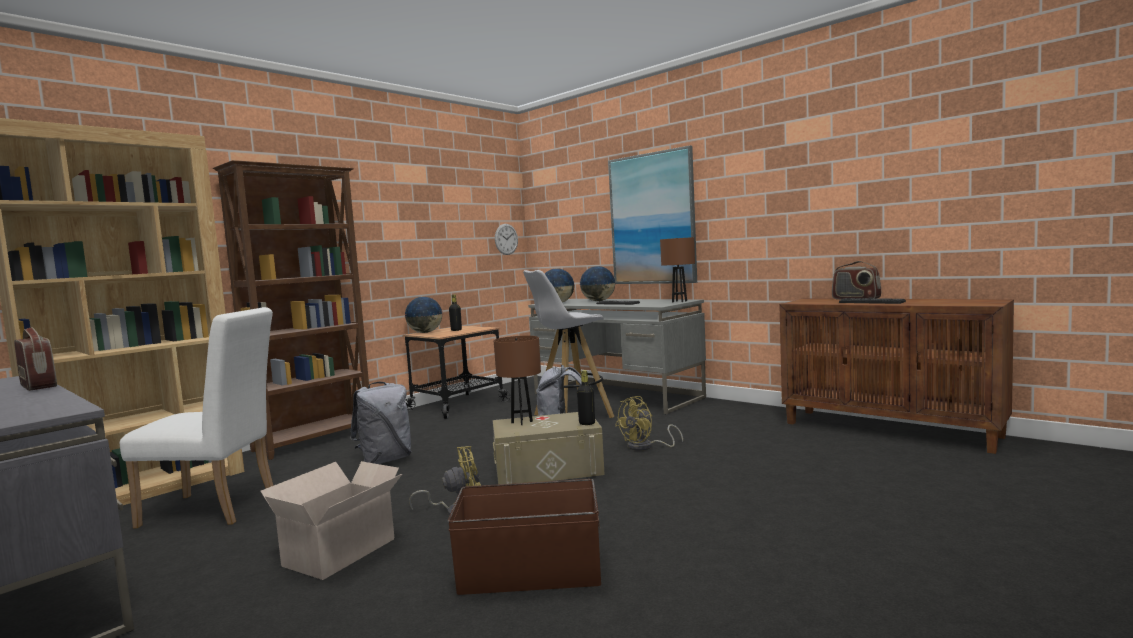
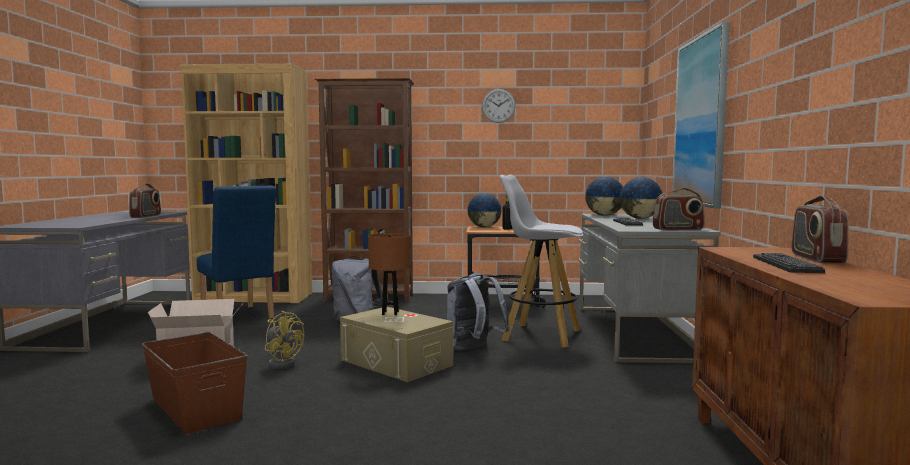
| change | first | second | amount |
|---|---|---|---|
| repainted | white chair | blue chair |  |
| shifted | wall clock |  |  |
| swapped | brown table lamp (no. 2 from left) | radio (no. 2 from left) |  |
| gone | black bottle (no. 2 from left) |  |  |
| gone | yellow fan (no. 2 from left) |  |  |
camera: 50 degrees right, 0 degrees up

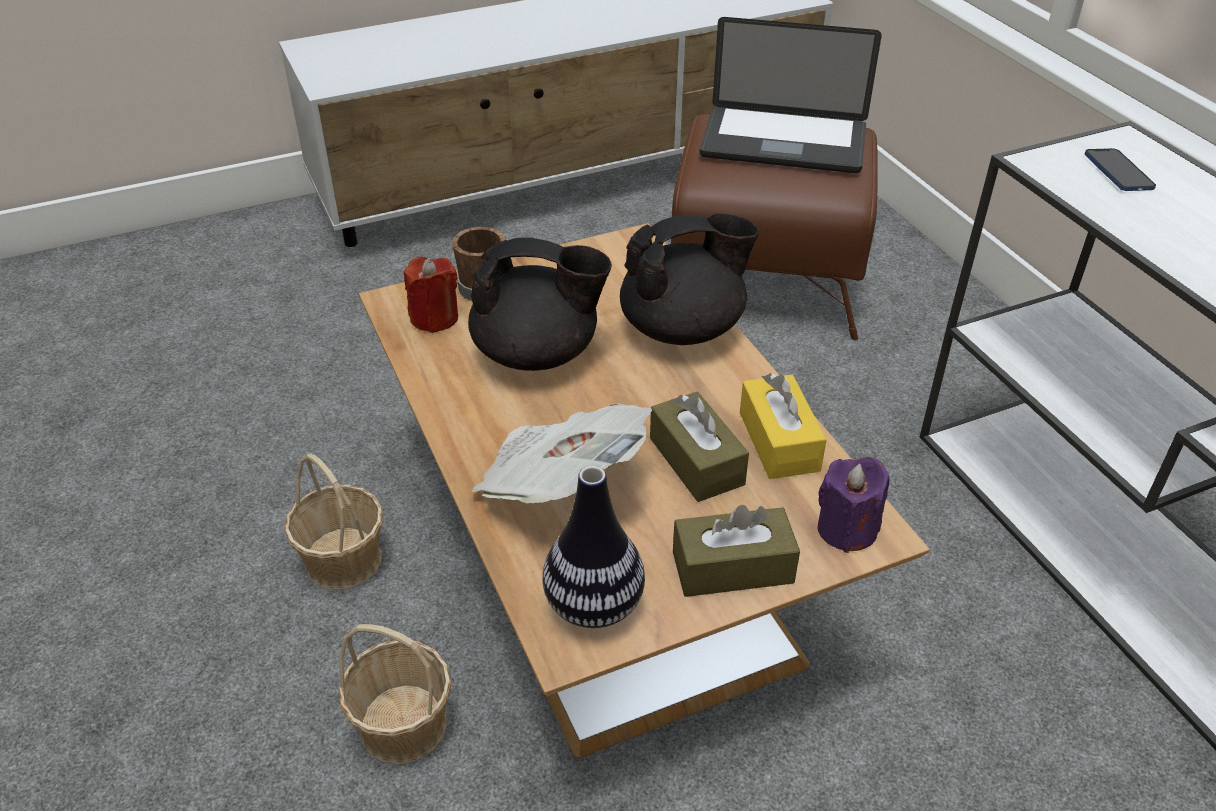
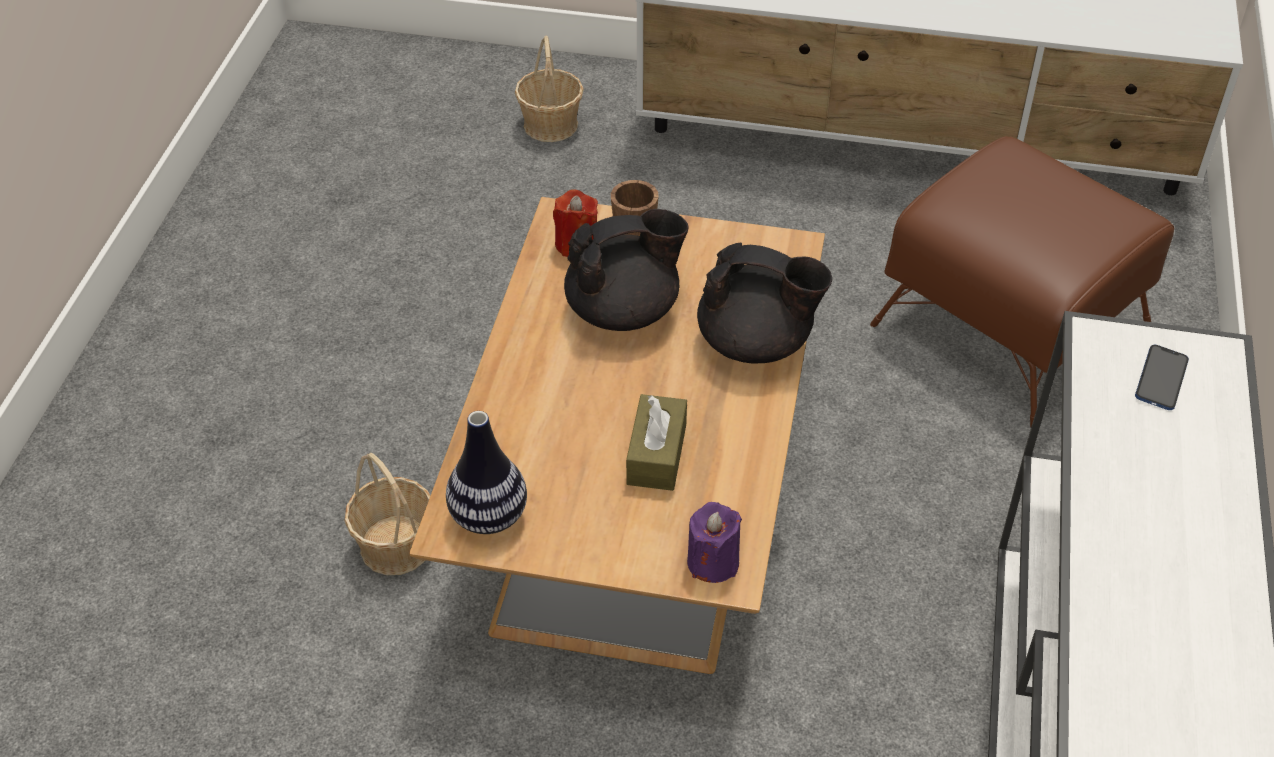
| change | first | second | amount |
|---|---|---|---|
| shifted | basket (no. 1 from left in the first image) | basket (no. 2 from left) |  |
| rotated | black teapot (no. 1 from left) |  | 60 degrees counterclockwise |
| gone | newspaper |  |  |
| gone | brown tissue box (no. 2 from left) |  |  |
| gone | laptop |  |  |
| gone | yellow tissue box |  |  |
camera: 35 degrees right, 5 degrees up

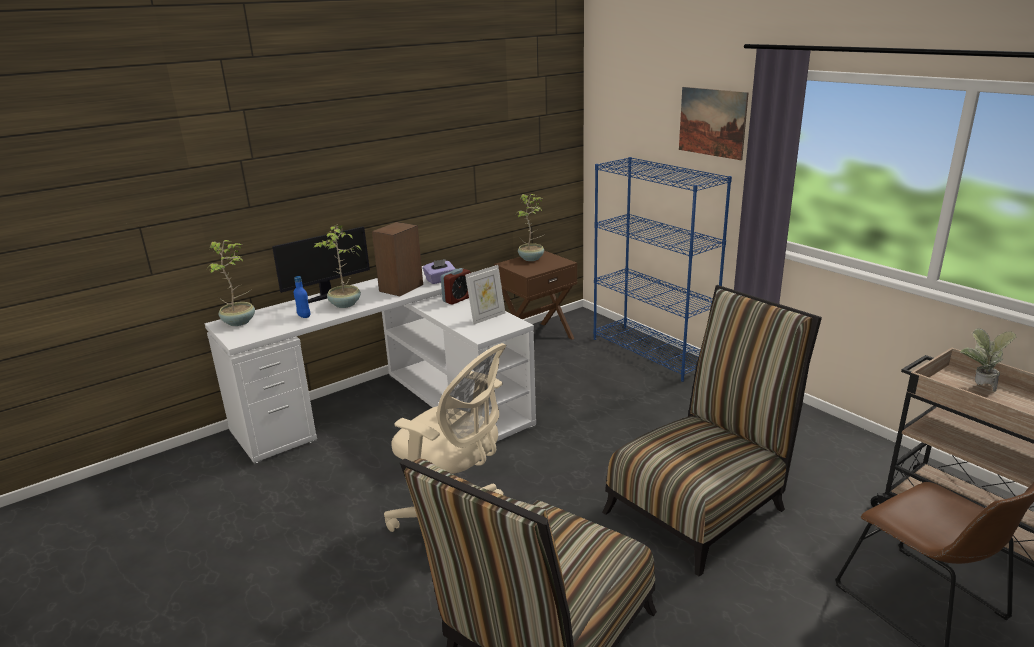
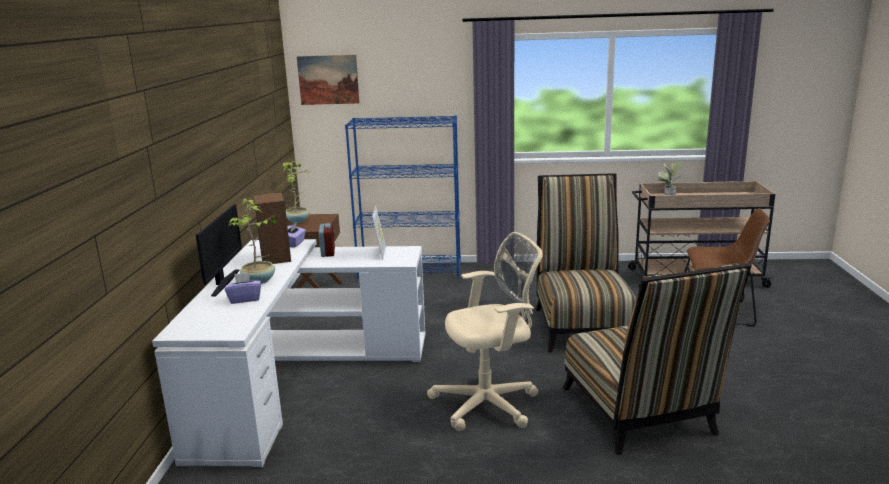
| change | first | second | amount |
|---|---|---|---|
| swapped | blue bottle | purple tissue box (no. 1 from left) |  |
| shifted | picture |  |  |
| gone | potted plant (no. 1 from left) |  |  |
camera: 50 degrees left, 5 degrees down

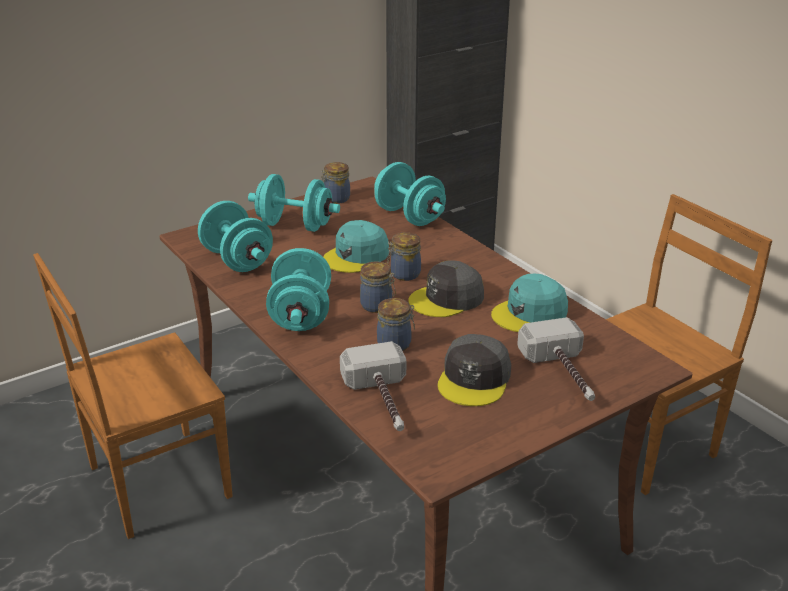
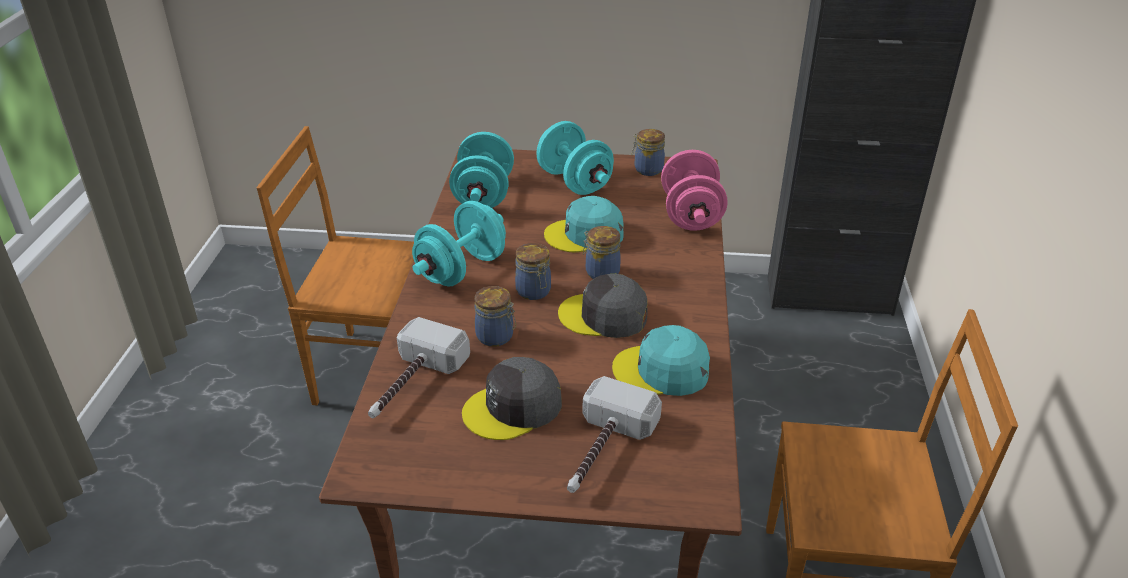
| change | first | second | amount |
|---|---|---|---|
| repainted | turquoise dumbbell (no. 4 from left) | pink dumbbell |  |
camera: 40 degrees right, 5 degrees up

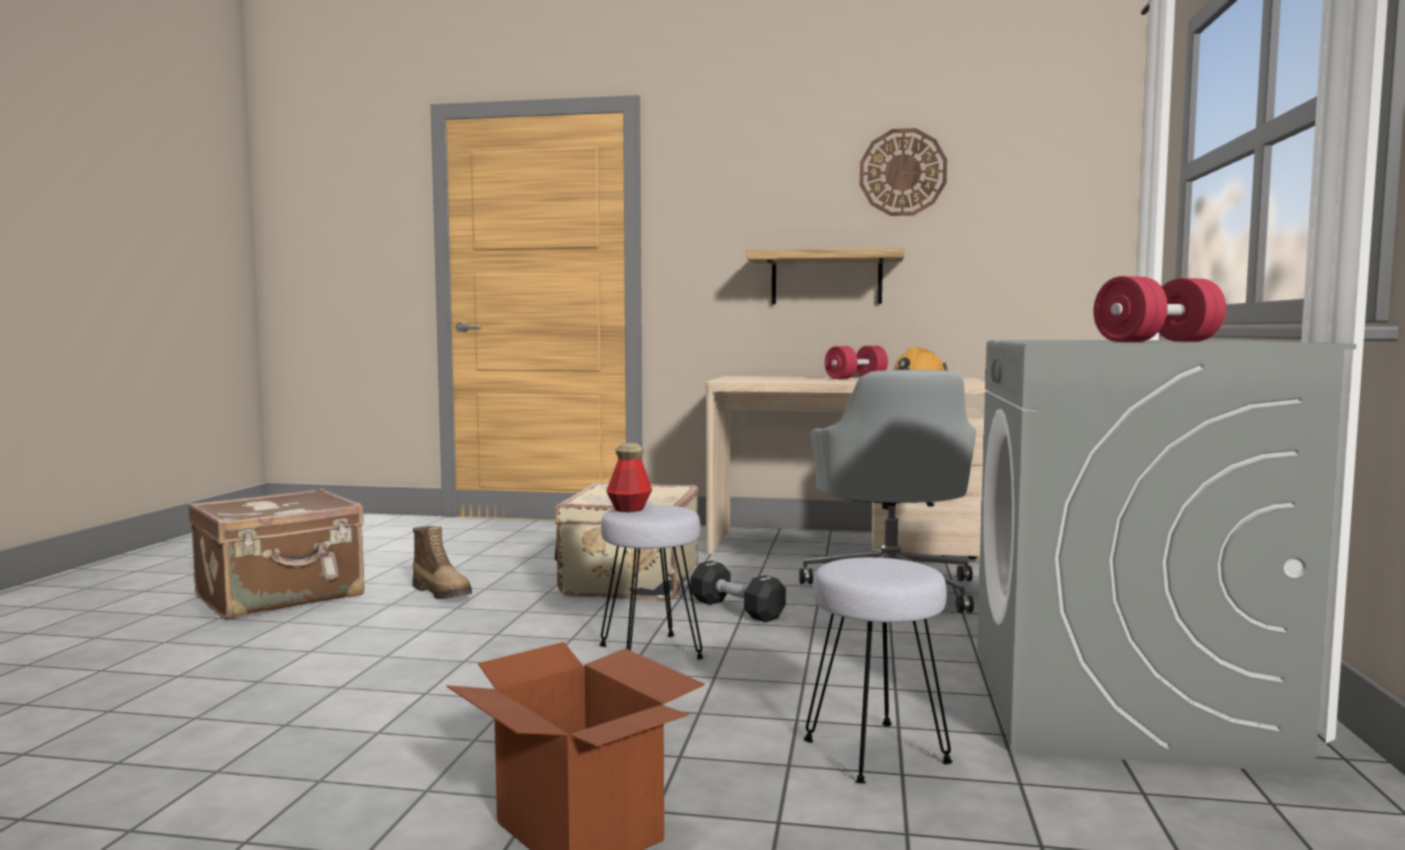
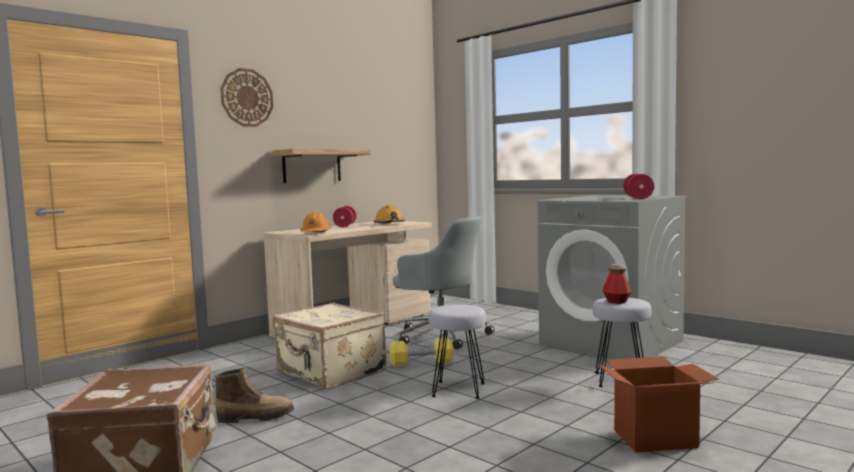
| change | first | second | amount |
|---|---|---|---|
| shifted | wall clock |  |  |
| new |  | orange hard hat (no. 1 from left) |  |
| repainted | black dumbbell | yellow dumbbell |  |
| shifted | bottle |  |  |
camera: 55 degrees left, 0 degrees up

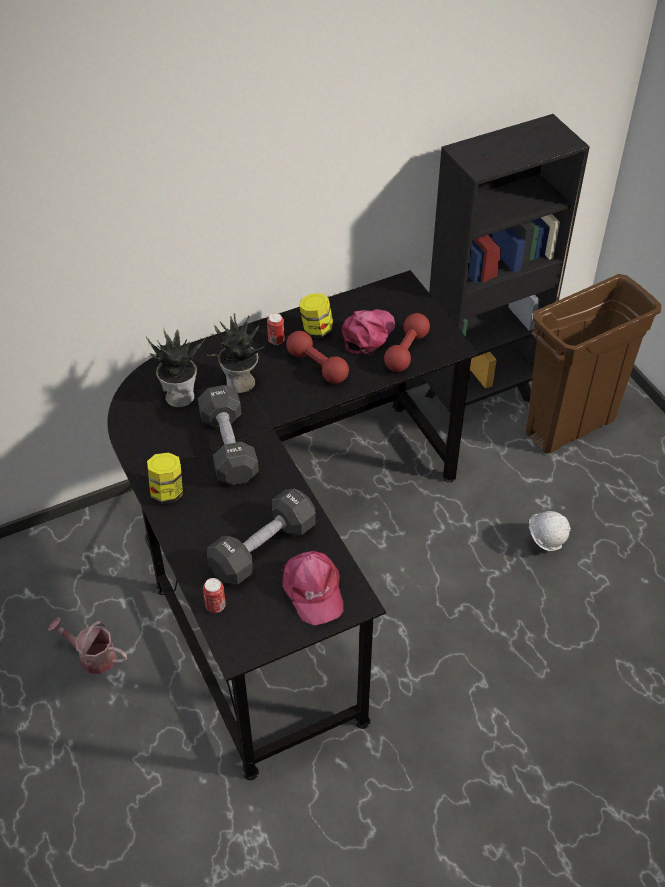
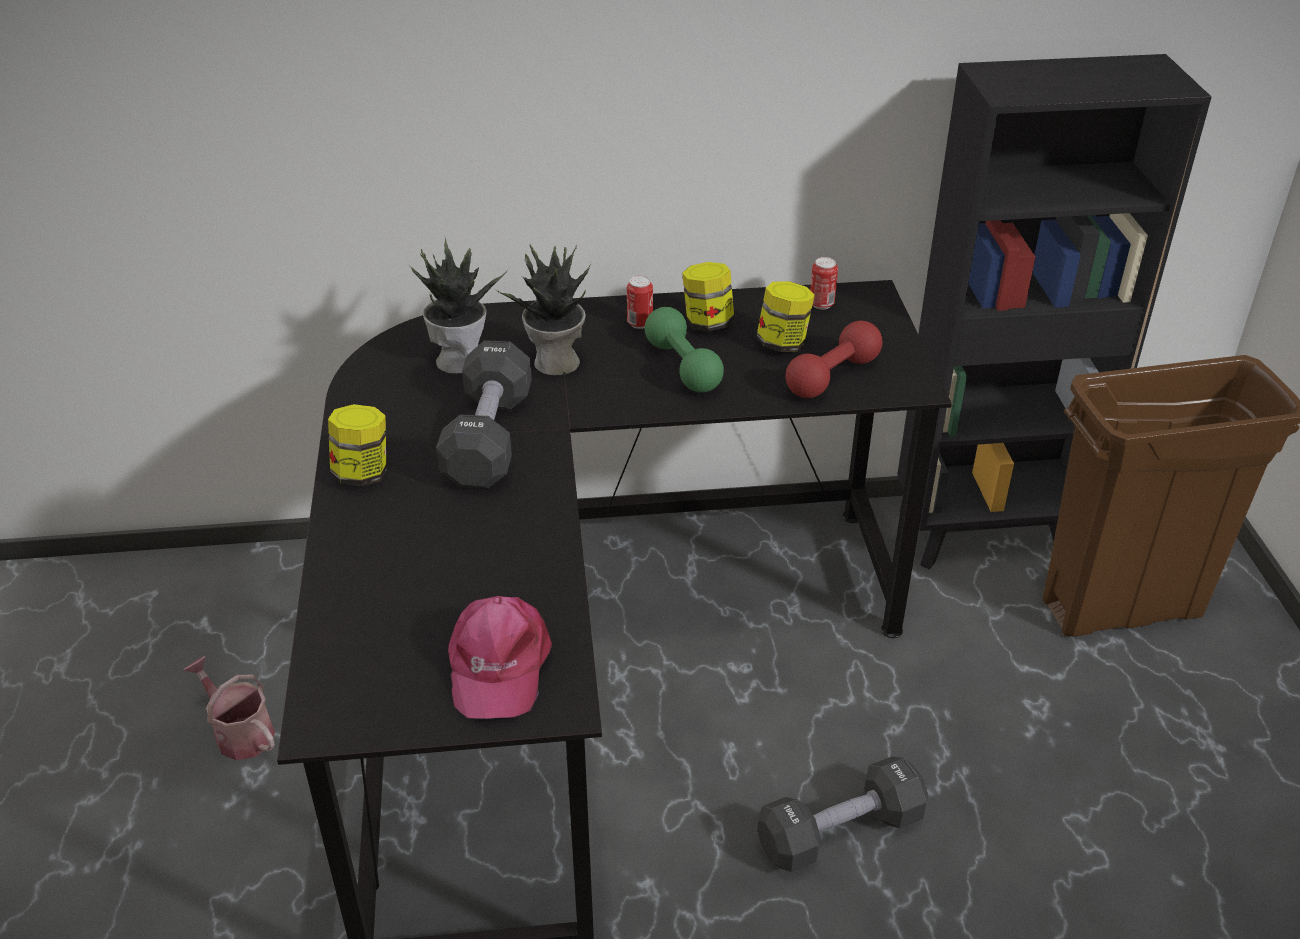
| change | first | second | amount |
|---|---|---|---|
| repainted | red dumbbell (no. 1 from left) | green dumbbell |  |
| swapped | pink cap (no. 2 from left) | jar (no. 3 from left) |  |
| shifted | black dumbbell (no. 2 from left) |  |  |
| shifted | can (no. 1 from left in the first image) | can (no. 2 from left) |  |
| gone | white hard hat |  |  |
camera: 20 degrees right, 10 degrees down

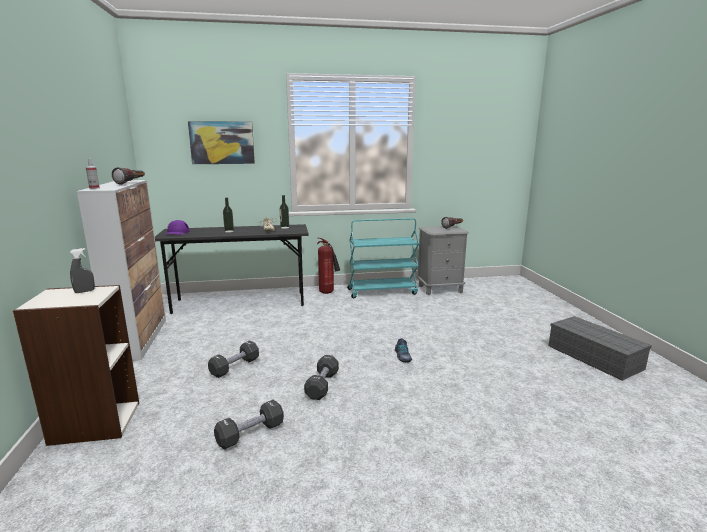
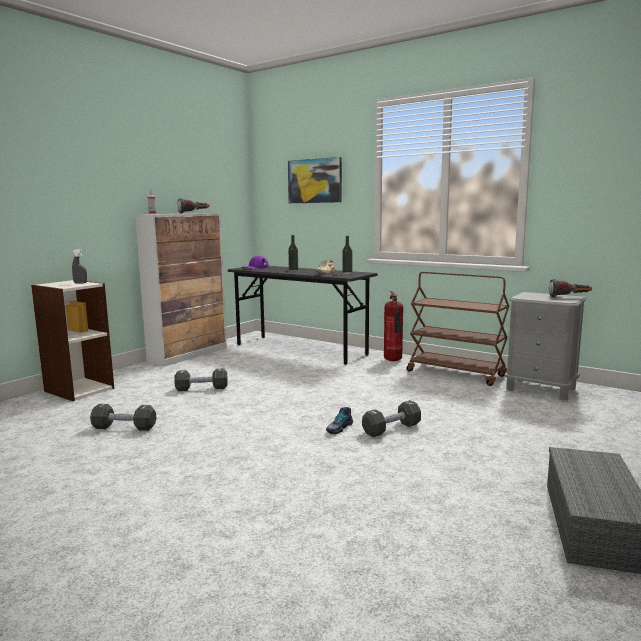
| change | first | second | amount |
|---|---|---|---|
| shifted | black dumbbell (no. 3 from left) |  |  |
| repainted | turquoise cart | brown cart |  |
camera: 45 degrees right, 5 degrees down

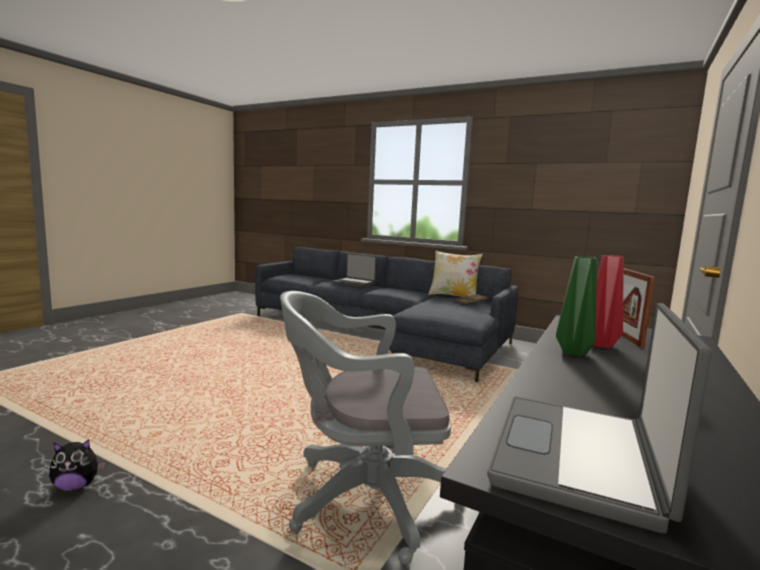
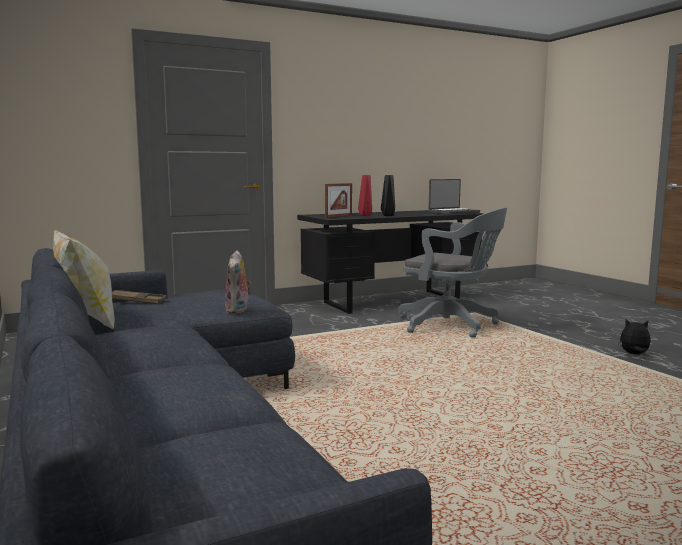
| change | first | second | amount |
|---|---|---|---|
| new |  | plush toy (no. 1 from left) |  |
| repainted | green vase | black vase |  |
| gone | laptop (no. 1 from left) |  |  |
camera: 145 degrees left, 0 degrees up

